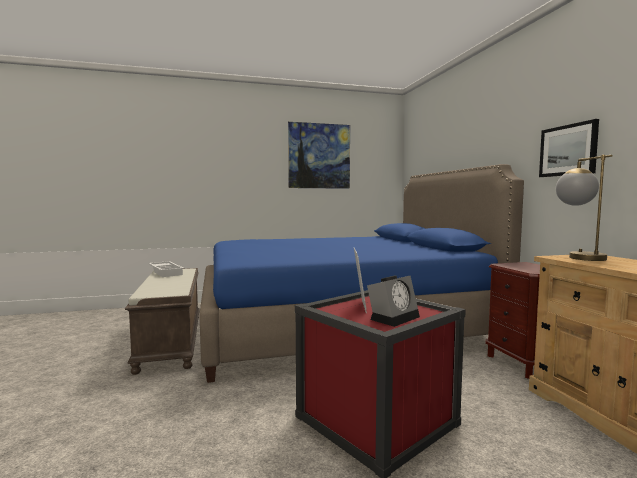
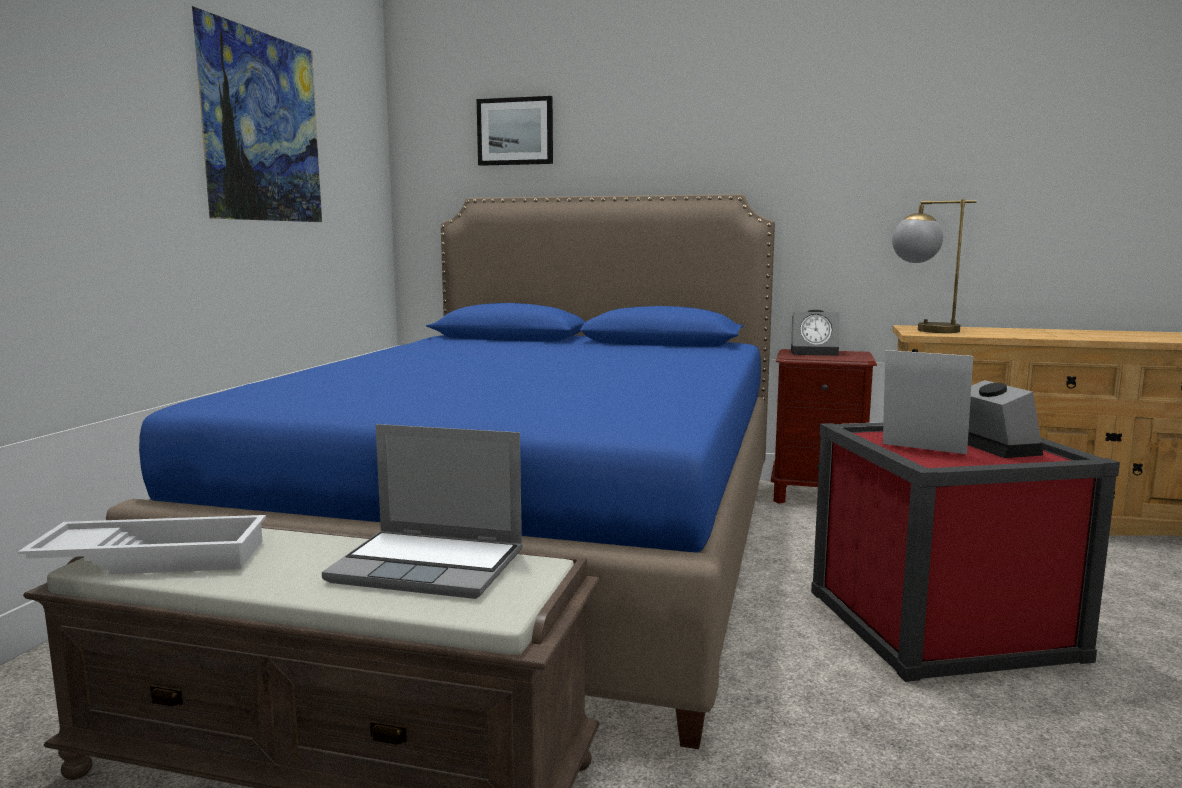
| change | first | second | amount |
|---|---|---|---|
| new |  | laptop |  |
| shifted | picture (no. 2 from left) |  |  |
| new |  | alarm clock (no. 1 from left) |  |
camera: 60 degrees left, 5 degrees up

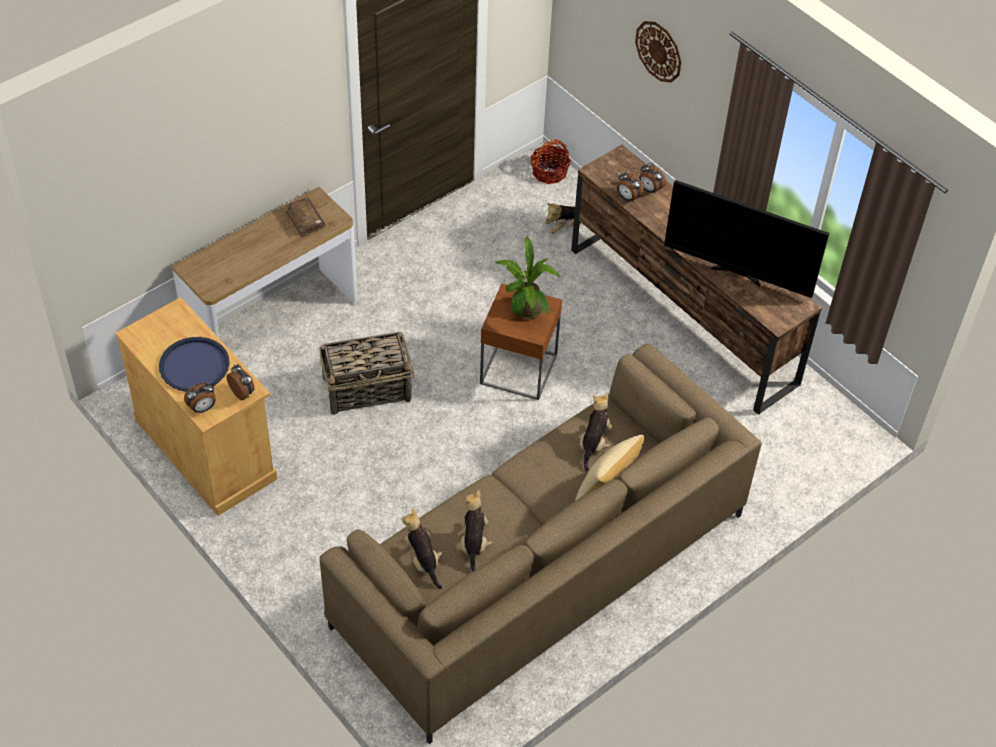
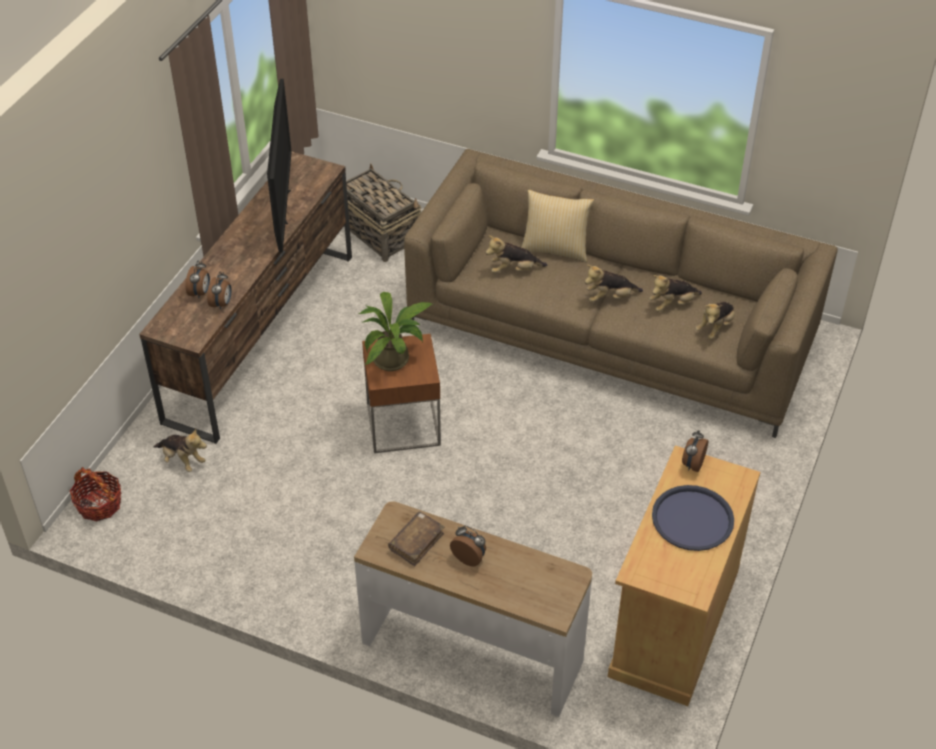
| change | first | second | amount |
|---|---|---|---|
| shifted | basket (no. 1 from left in the first image) | basket (no. 2 from left) |  |
| shifted | alarm clock (no. 1 from left in the first image) | alarm clock (no. 3 from left) |  |
| new |  | plush toy (no. 3 from left) |  |
| gone | wall clock |  |  |
camera: 115 degrees left, 5 degrees down

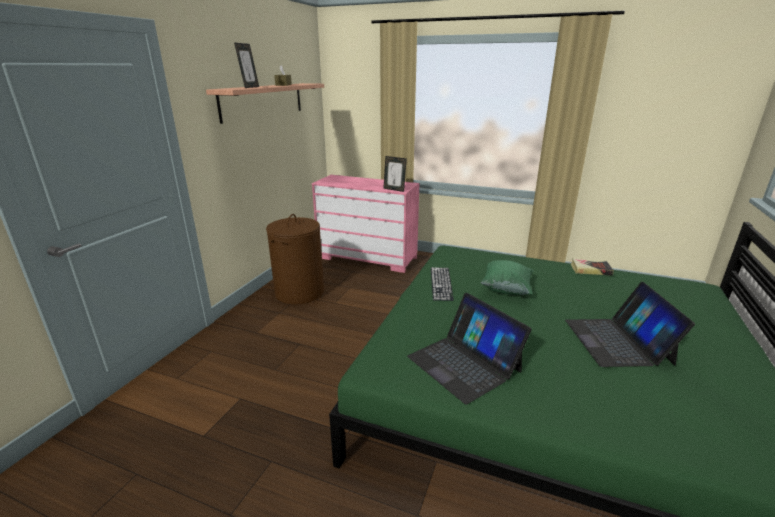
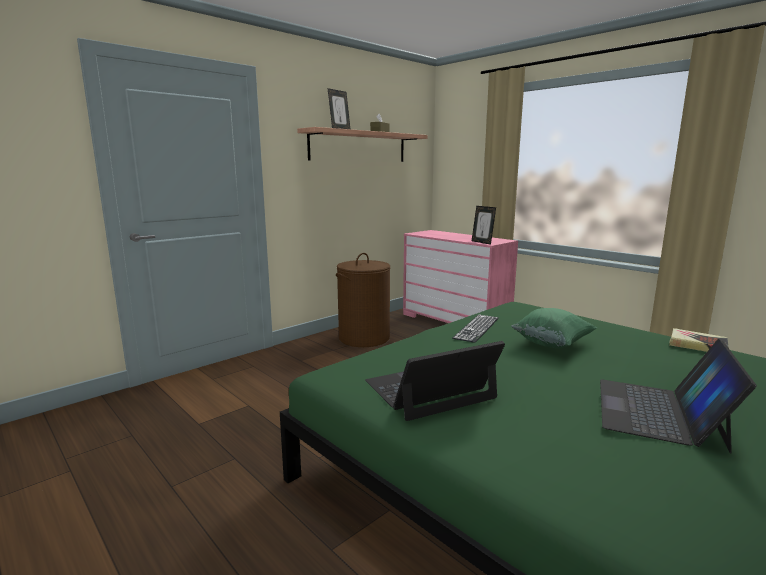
| change | first | second | amount |
|---|---|---|---|
| rotated | laptop (no. 1 from left) |  | 75 degrees clockwise |
camera: 25 degrees right, 10 degrees down

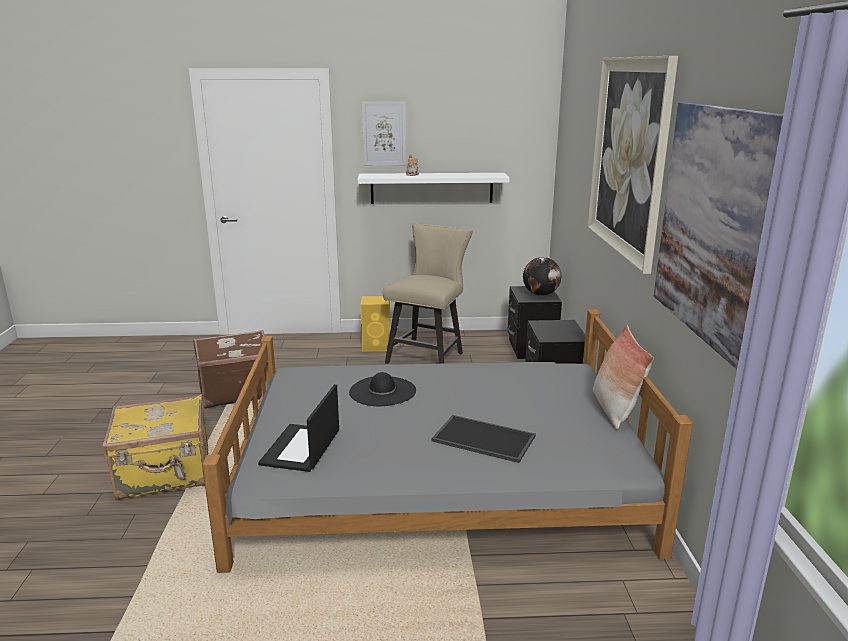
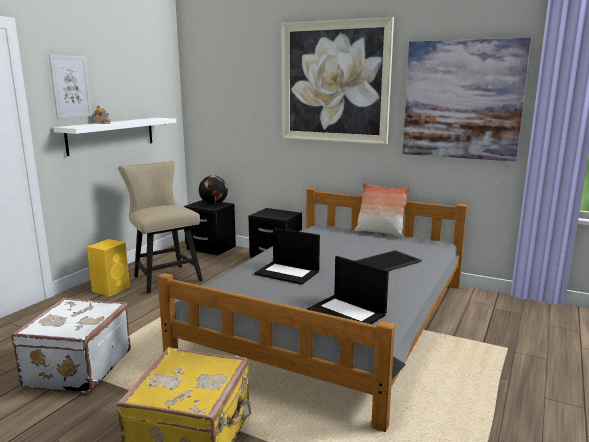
| change | first | second | amount |
|---|---|---|---|
| repainted | brown suitcase | white suitcase |  |
| swapped | black hat | laptop (no. 1 from left) |  |
camera: 60 degrees left, 5 degrees down

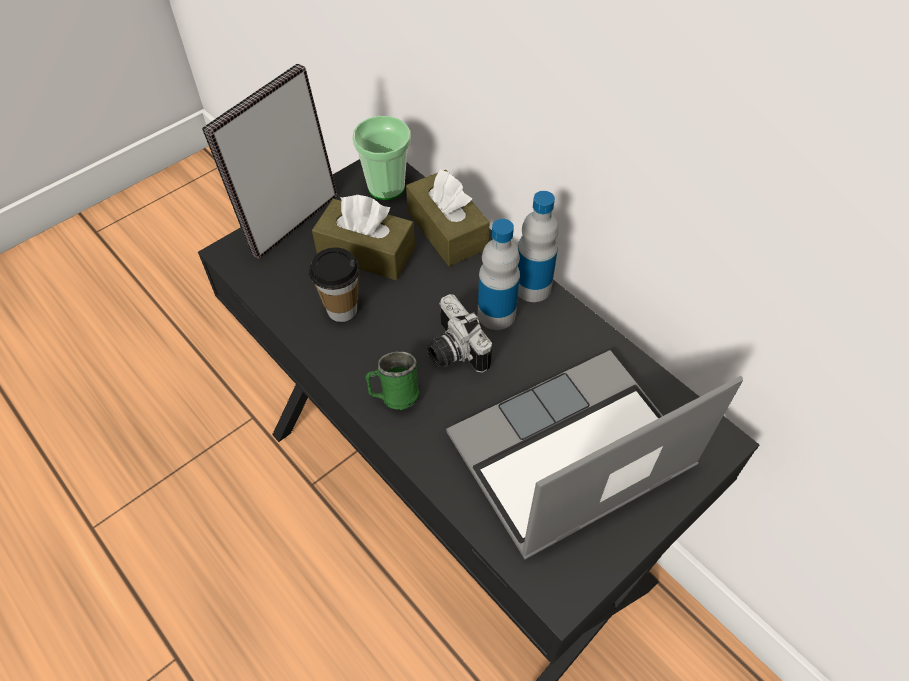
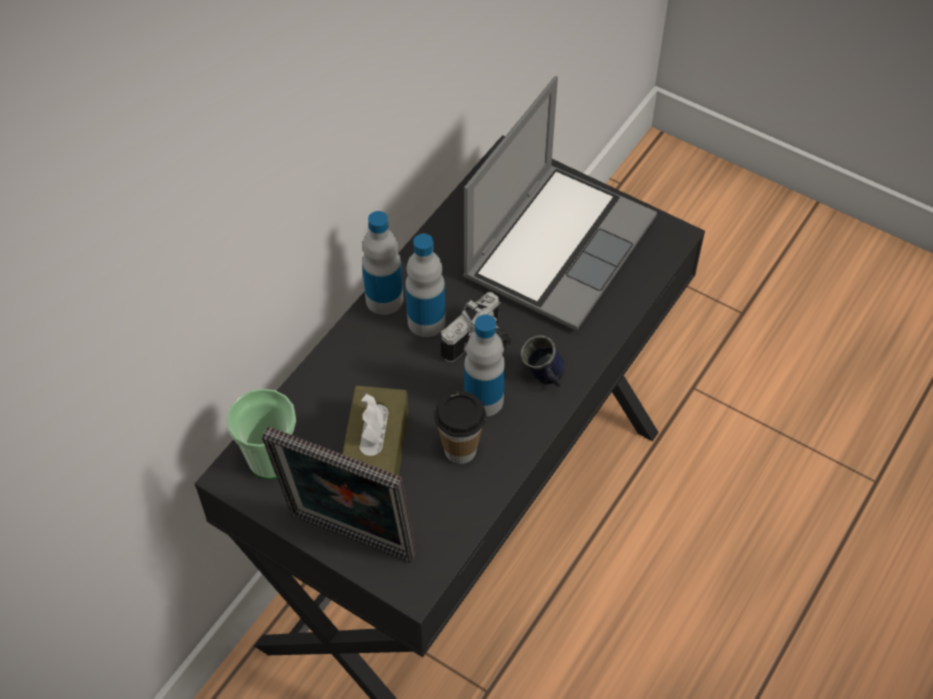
| change | first | second | amount |
|---|---|---|---|
| rotated | laptop |  | 105 degrees counterclockwise |
| new |  | bottle (no. 3 from left) |  |
| repainted | green mug | blue mug |  |
| gone | brown tissue box (no. 2 from left) |  |  |
camera: 105 degrees left, 0 degrees up

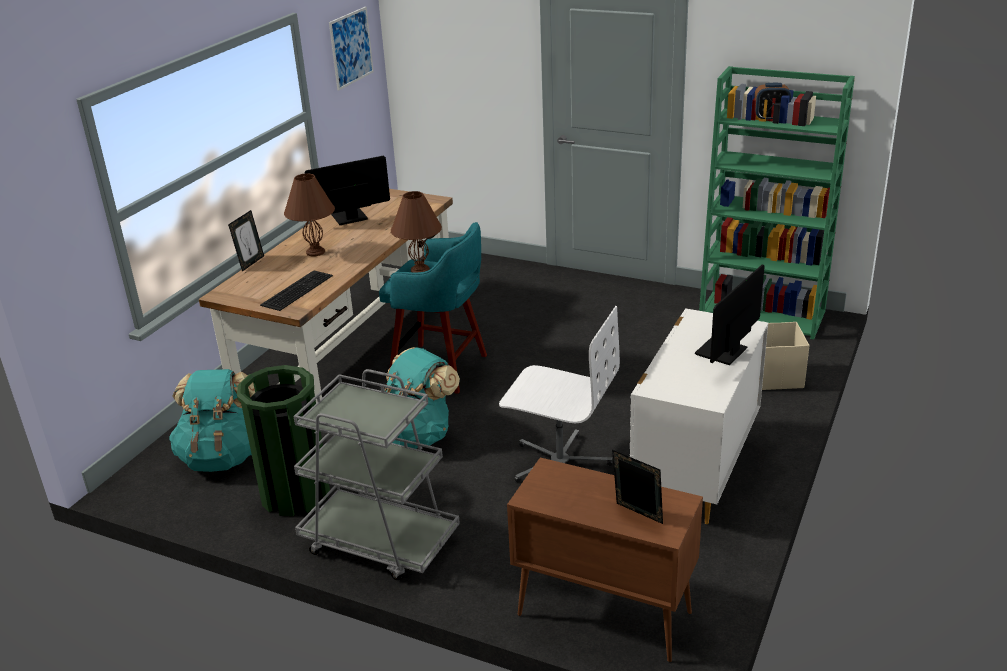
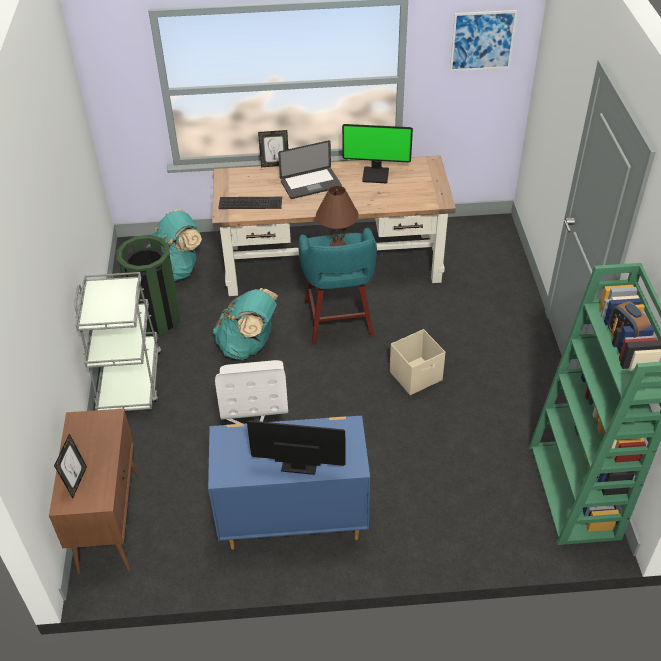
| change | first | second | amount |
|---|---|---|---|
| repainted | white dresser | blue dresser |  |
| swapped | brown table lamp (no. 1 from left) | laptop |  |
| rotated | monitor (no. 1 from left in the first image) | monitor (no. 2 from left) | 150 degrees clockwise |
| shifted | beige storage box |  |  |
camera: 60 degrees right, 15 degrees up

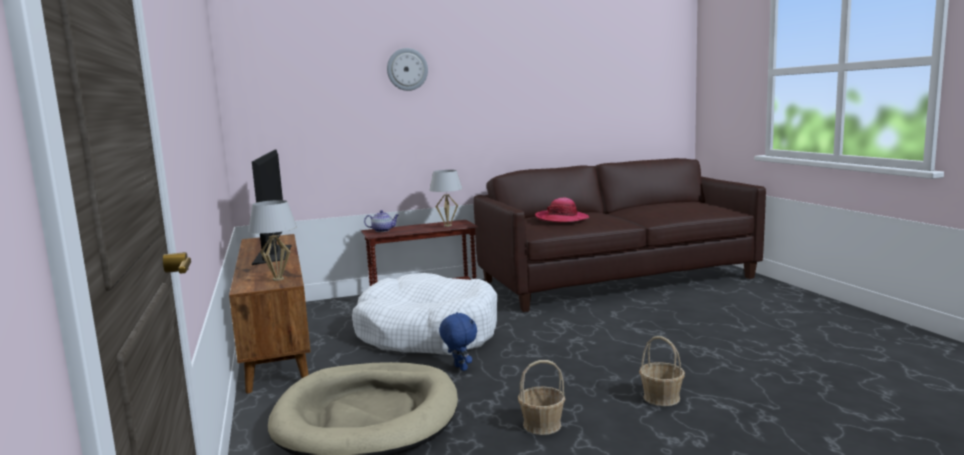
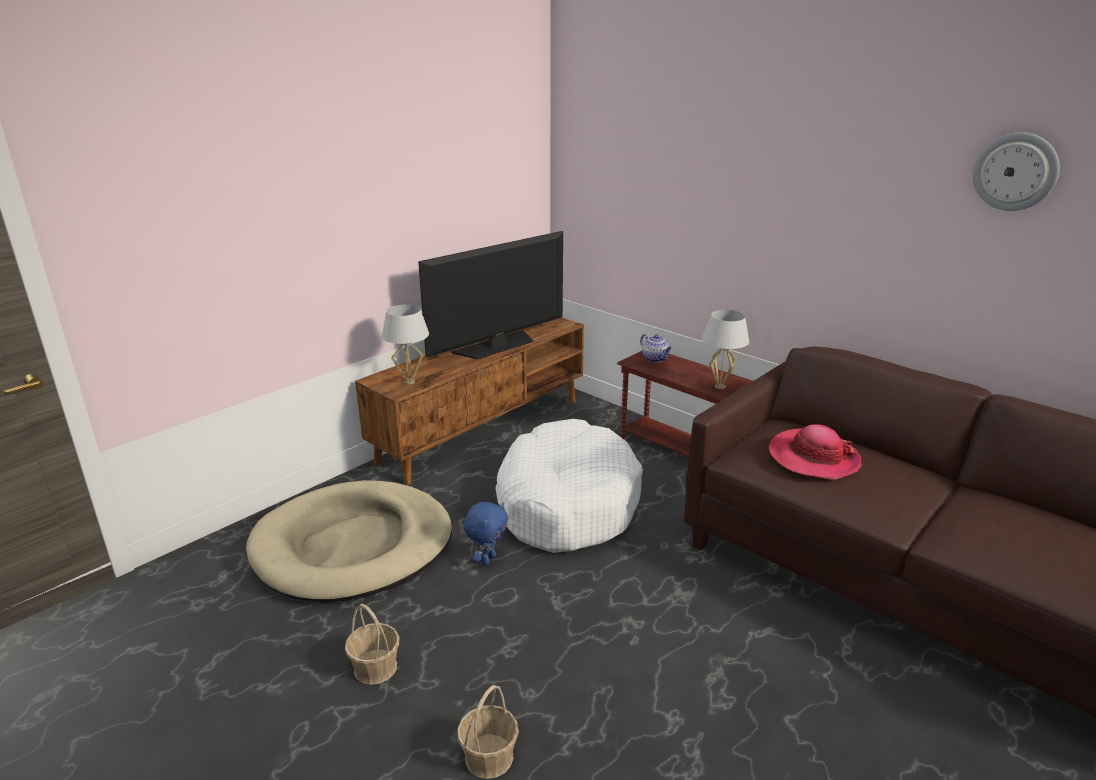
| change | first | second | amount |
|---|---|---|---|
| shifted | wall clock |  |  |
camera: 60 degrees right, 15 degrees up

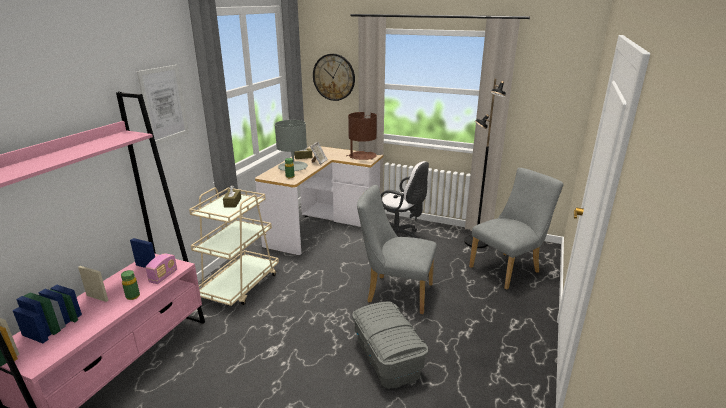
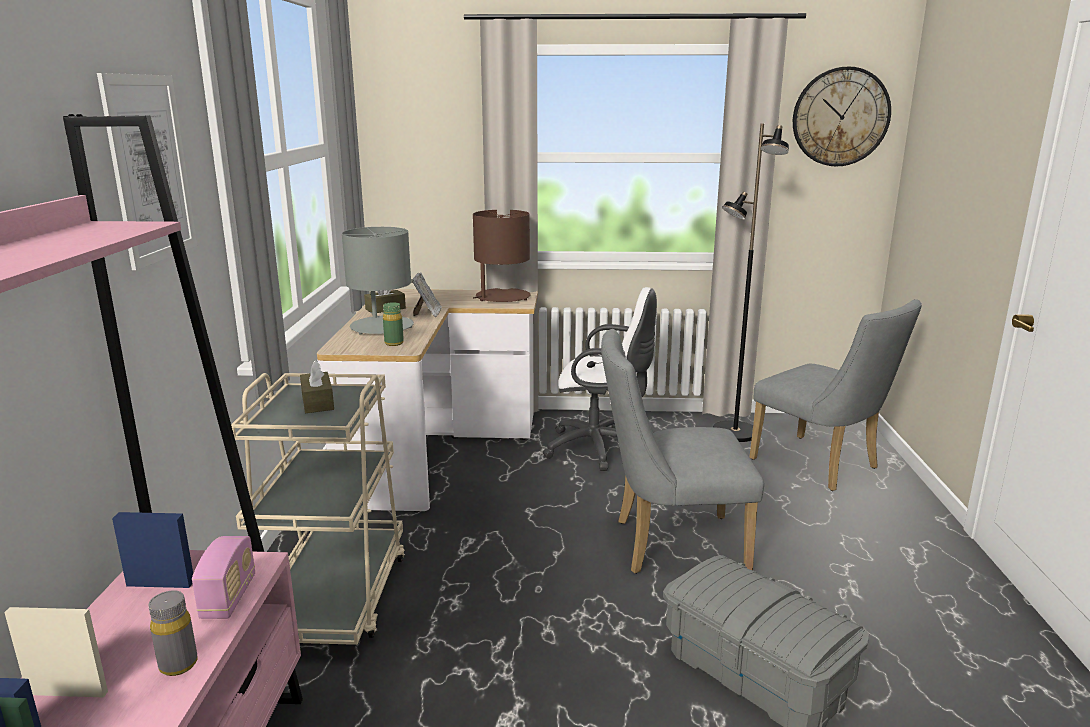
| change | first | second | amount |
|---|---|---|---|
| repainted | green bottle (no. 1 from left) | grey bottle |  |
| rotated | grey chair (no. 2 from left) |  | 105 degrees clockwise |
| shifted | wall clock |  |  |
camera: 20 degrees left, 5 degrees down

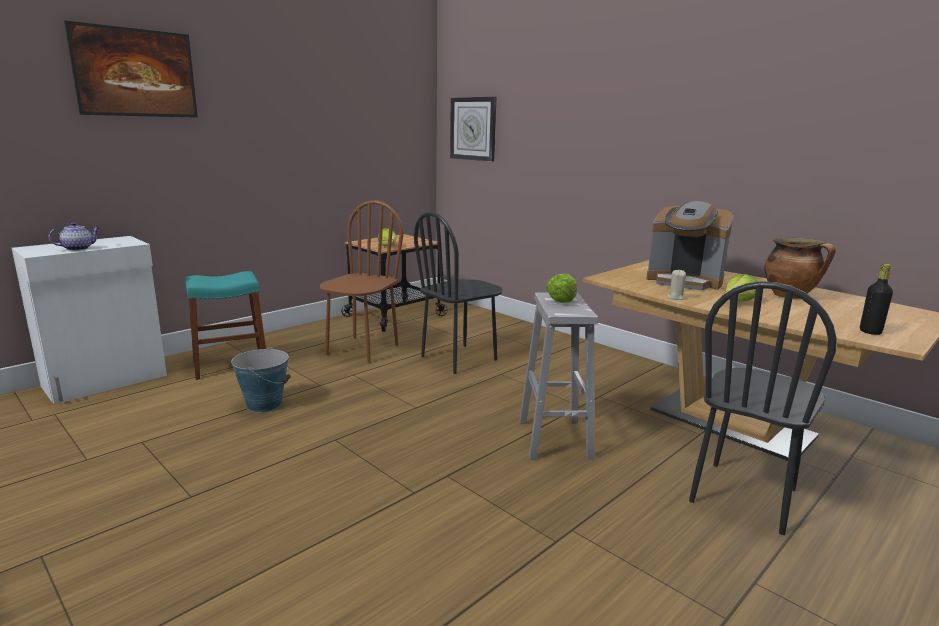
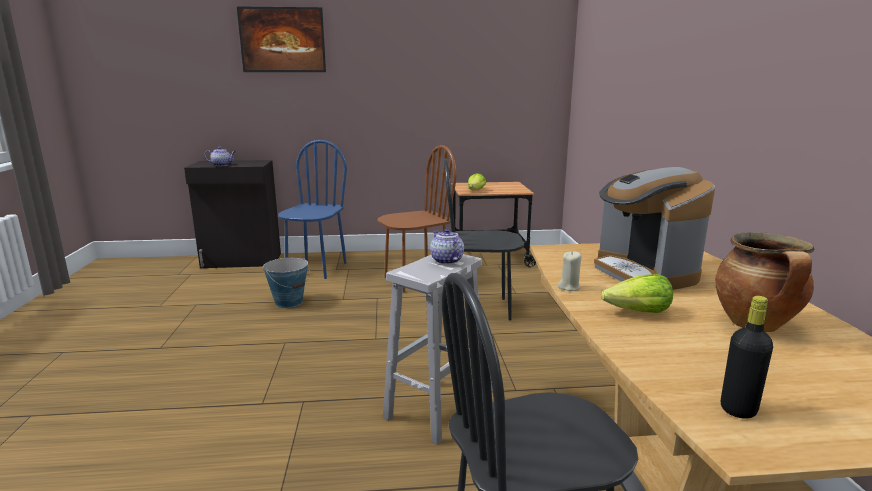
| change | first | second | amount |
|---|---|---|---|
| repainted | white cabinet | black cabinet |  |
| swapped | turquoise stool | blue chair |  |
| swapped | lettuce (no. 2 from left) | teapot (no. 2 from left) |  |
| gone | wall clock |  |  |
camera: 40 degrees right, 0 degrees up

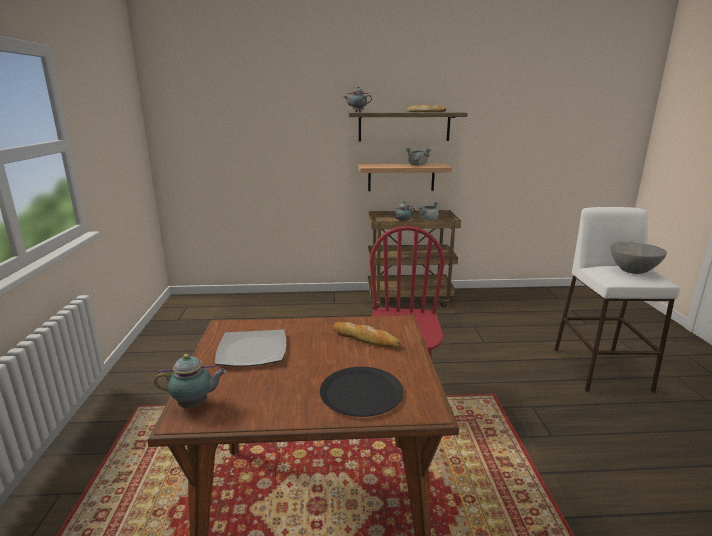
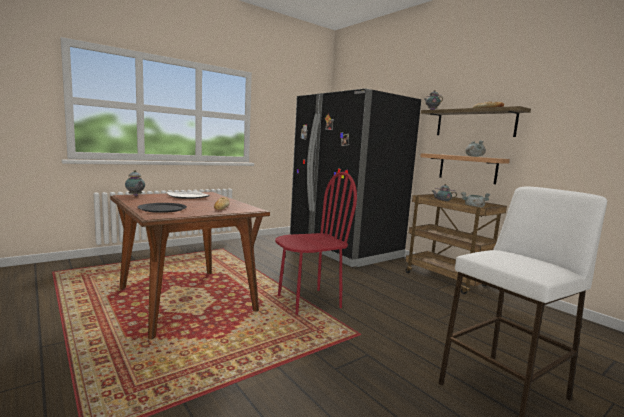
| change | first | second | amount |
|---|---|---|---|
| new |  | black fridge |  |
| gone | grey bowl |  |  |
camera: 55 degrees right, 10 degrees down

